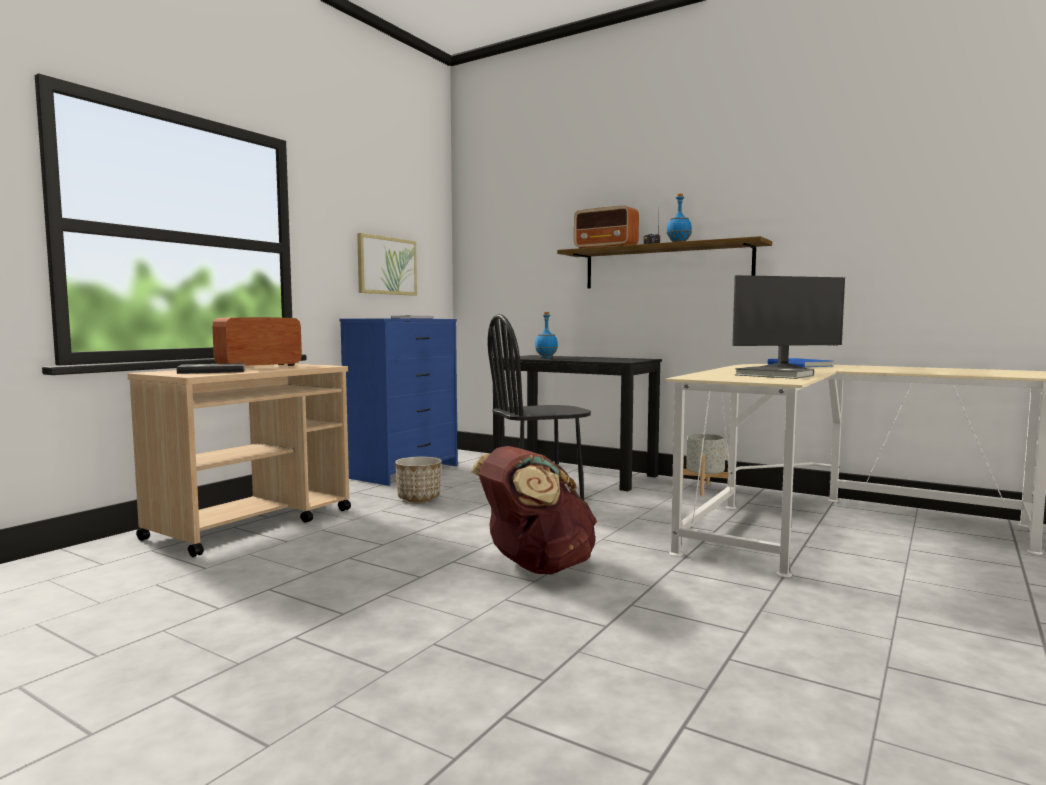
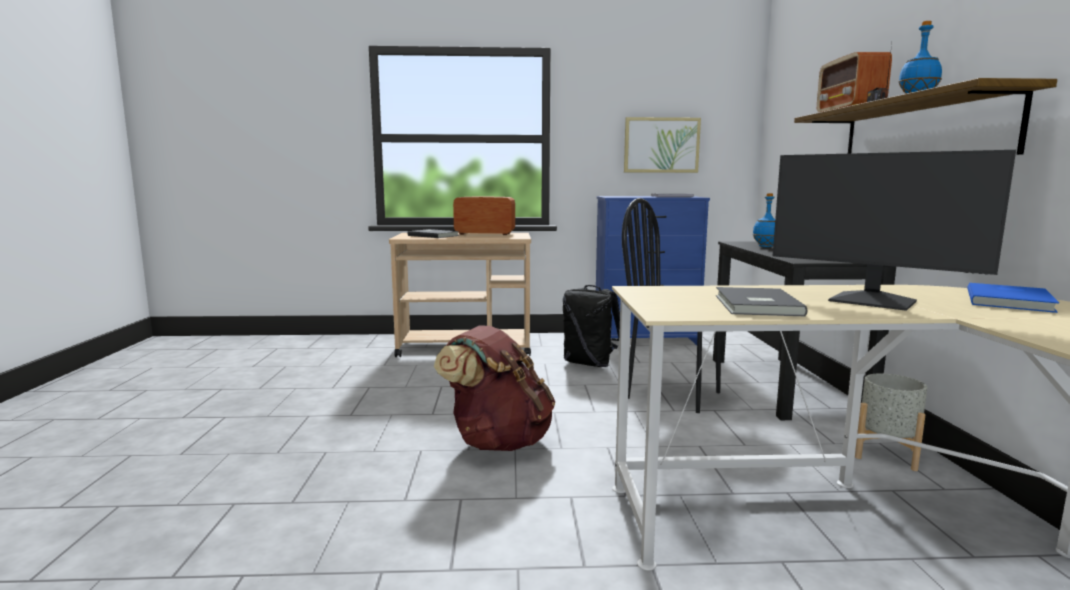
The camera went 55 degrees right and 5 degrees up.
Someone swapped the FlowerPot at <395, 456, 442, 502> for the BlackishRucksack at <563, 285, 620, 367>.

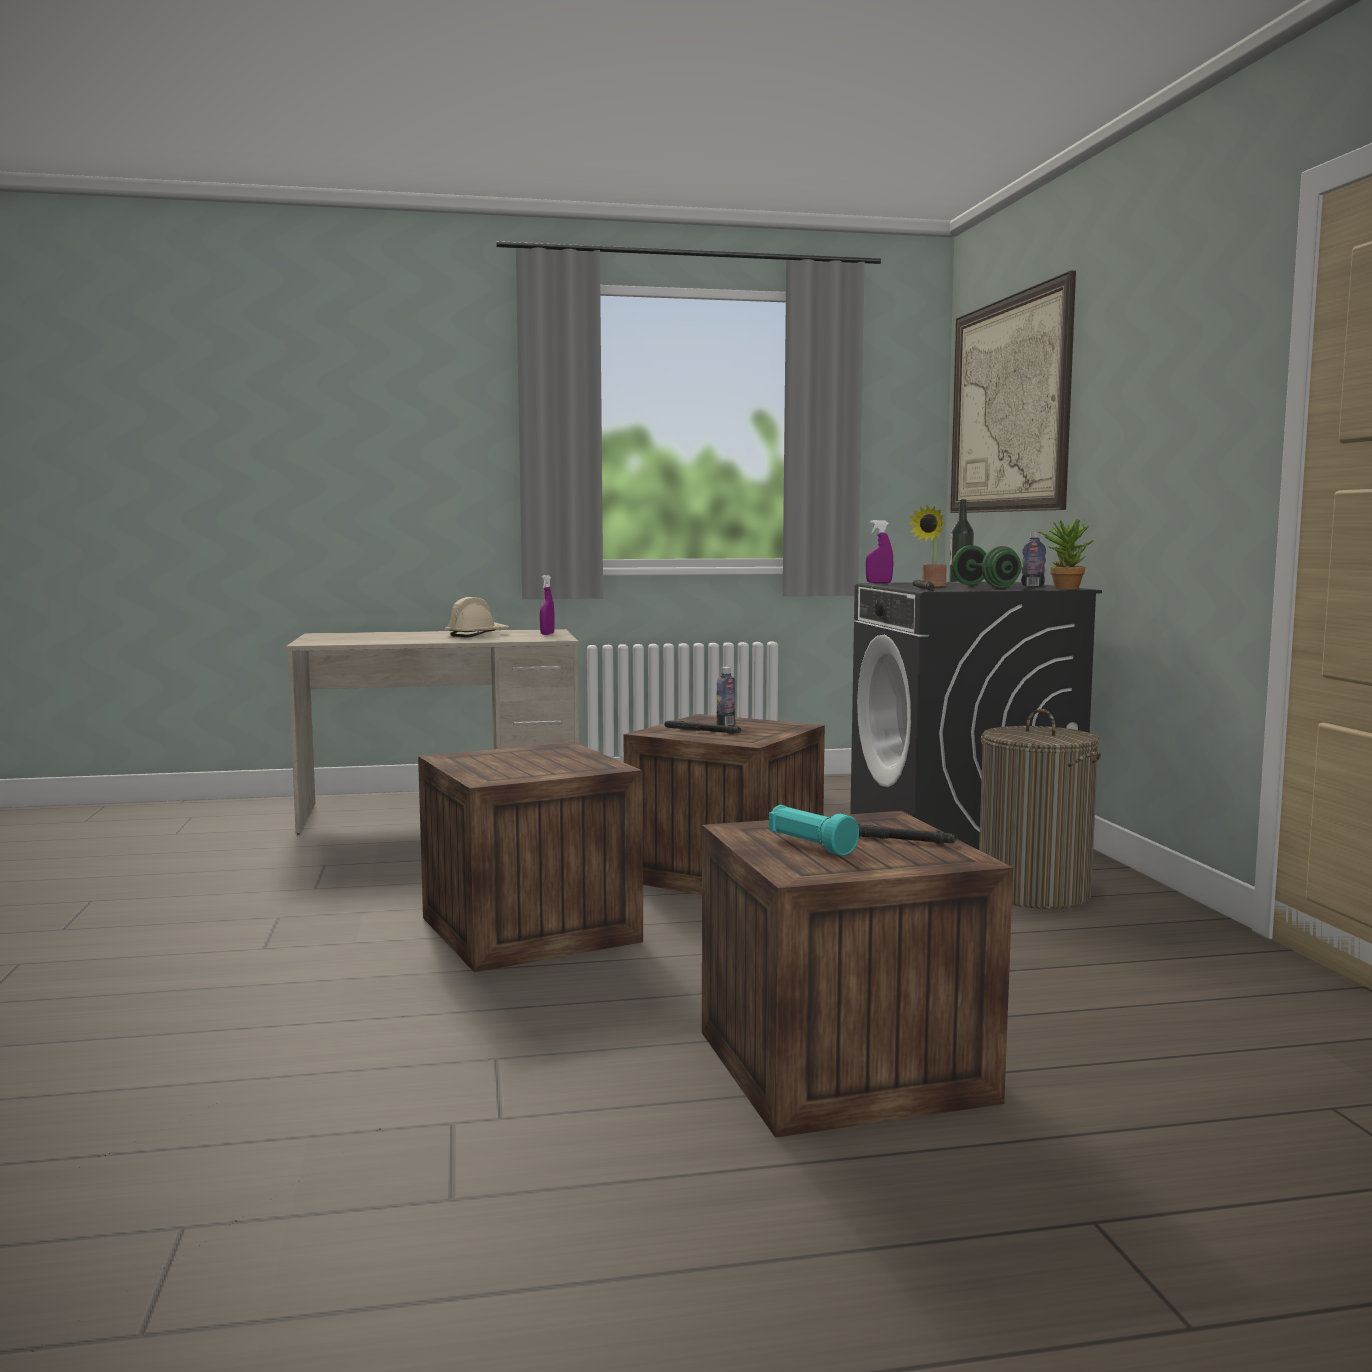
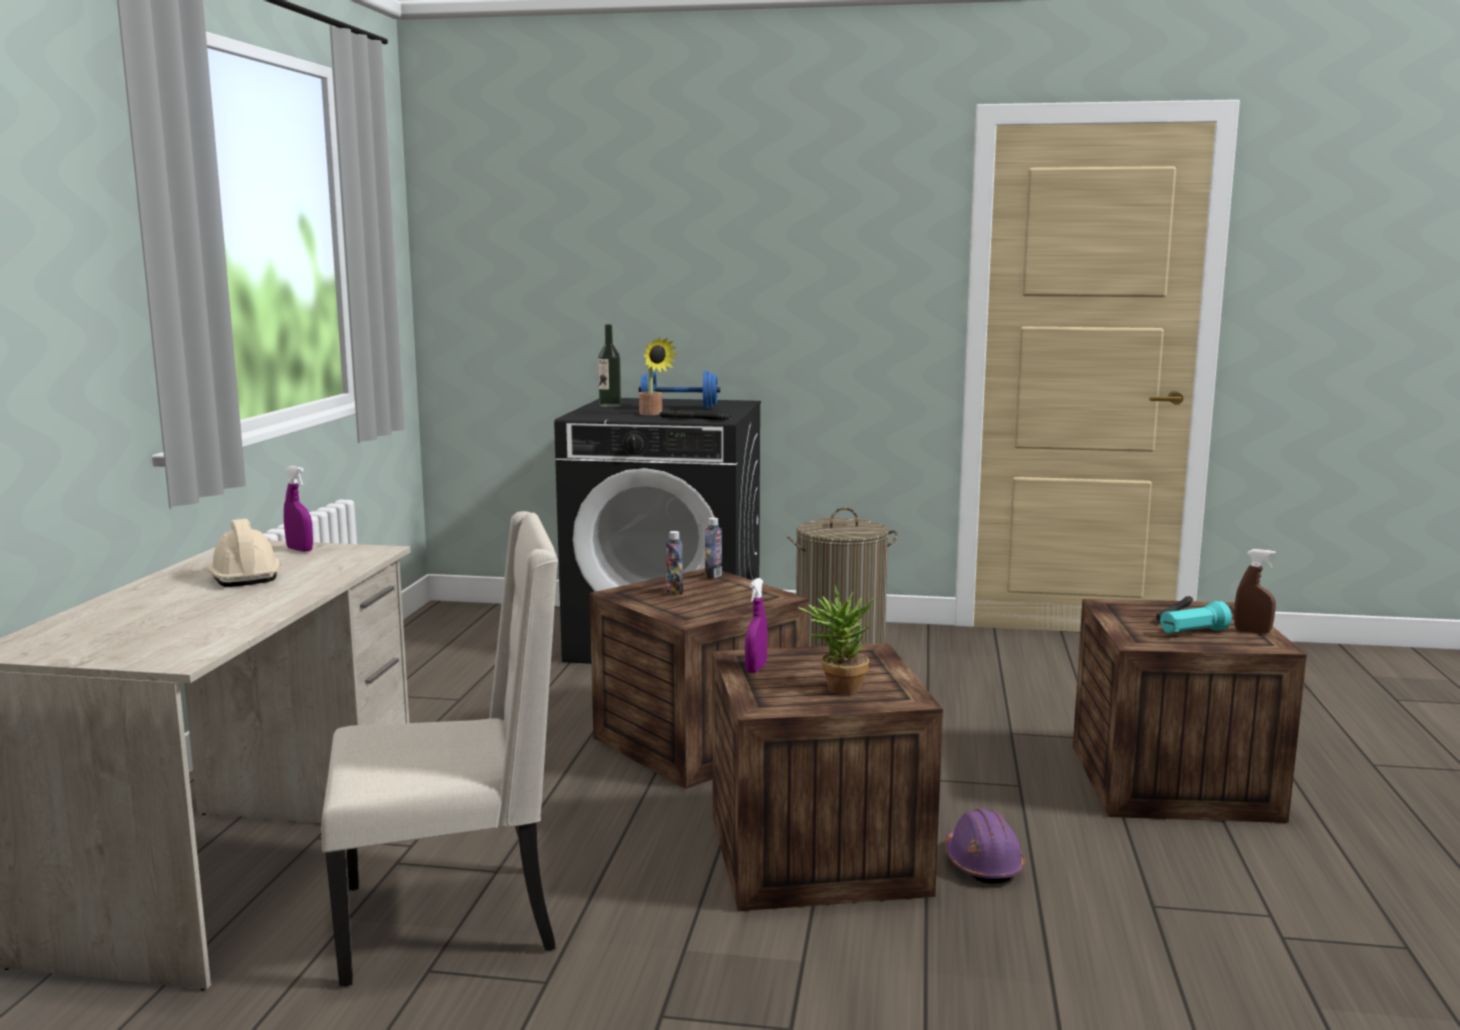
The camera went 70 degrees left and 5 degrees up.
Someone took away the Picture at <950, 271, 1076, 513>.
Someone carried the PottedPlant from <1037, 518, 1095, 589> to <798, 585, 874, 695>.
Someone carried the PurpleHandSprayer from <865, 520, 894, 583> to <745, 578, 767, 673>.
Someone carried the BeverageBottle from <1021, 532, 1046, 587> to <705, 517, 722, 579>.
Someone repainted the GreenFreeWeight at <952, 545, 1021, 588>, which became the BlueColouredFreeWeight at <639, 371, 720, 409>.
Someone took away the BlackishFlashlight at <664, 720, 742, 734>.
Someone put down the BeigeUprightChair at <321, 511, 558, 987>.
Someone put down the BrownHandSprayer at <1234, 549, 1276, 634>.
Someone put down the PurpleSafetyHelmet at <945, 808, 1025, 884>.

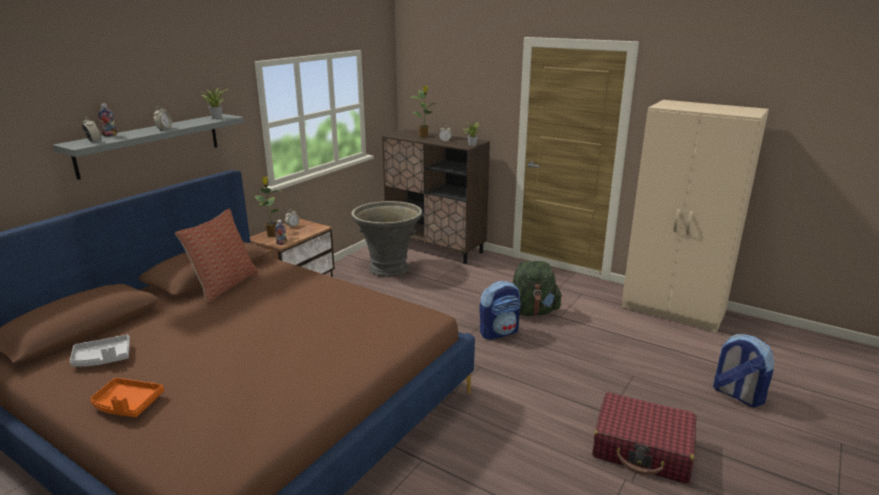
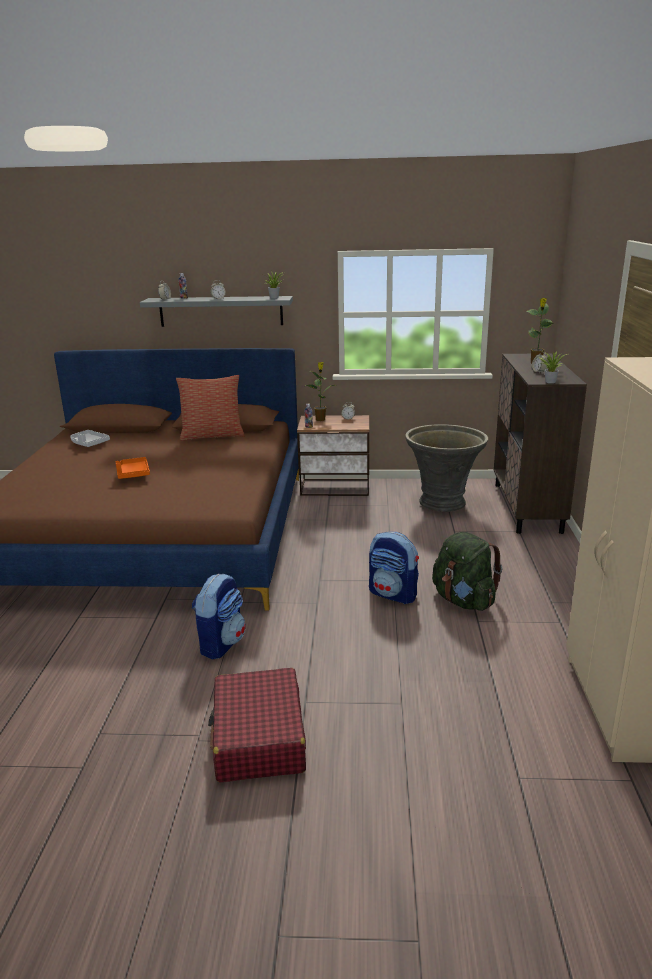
The camera went 60 degrees right and 0 degrees up.
Someone carried the Rucksack from <713, 334, 774, 407> to <192, 574, 246, 660>.
Someone carried the OrangeCarryingTray from <90, 378, 164, 417> to <115, 457, 150, 479>.

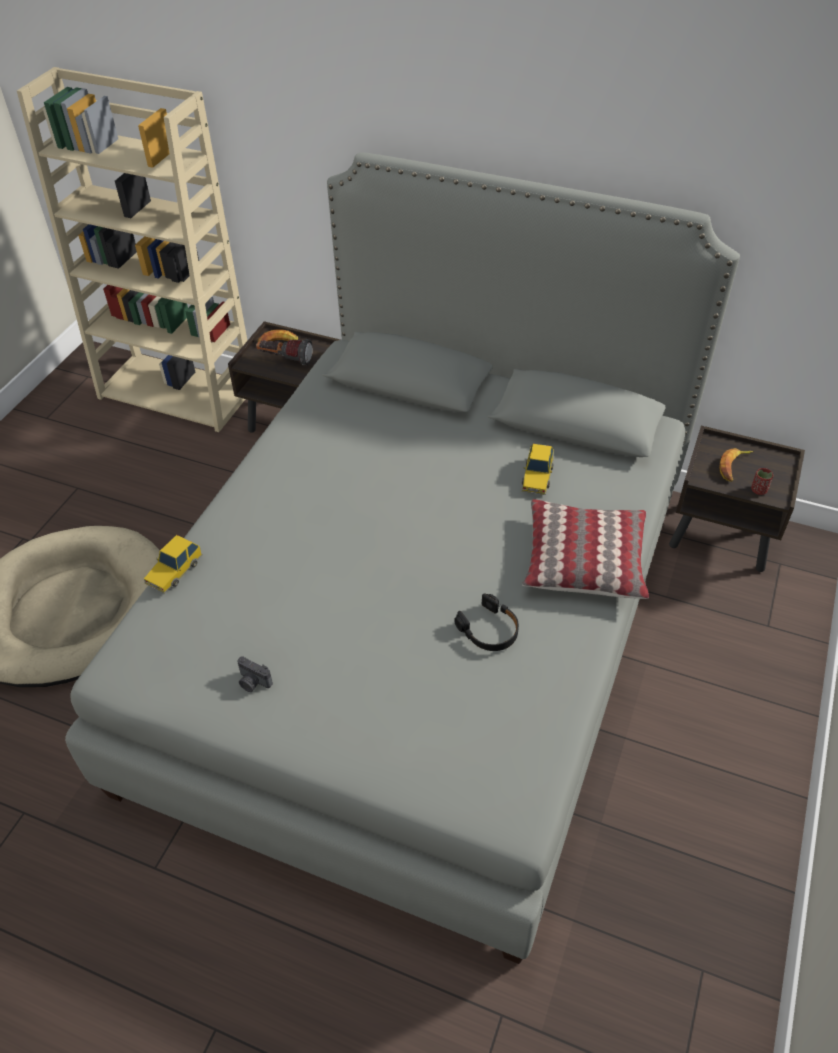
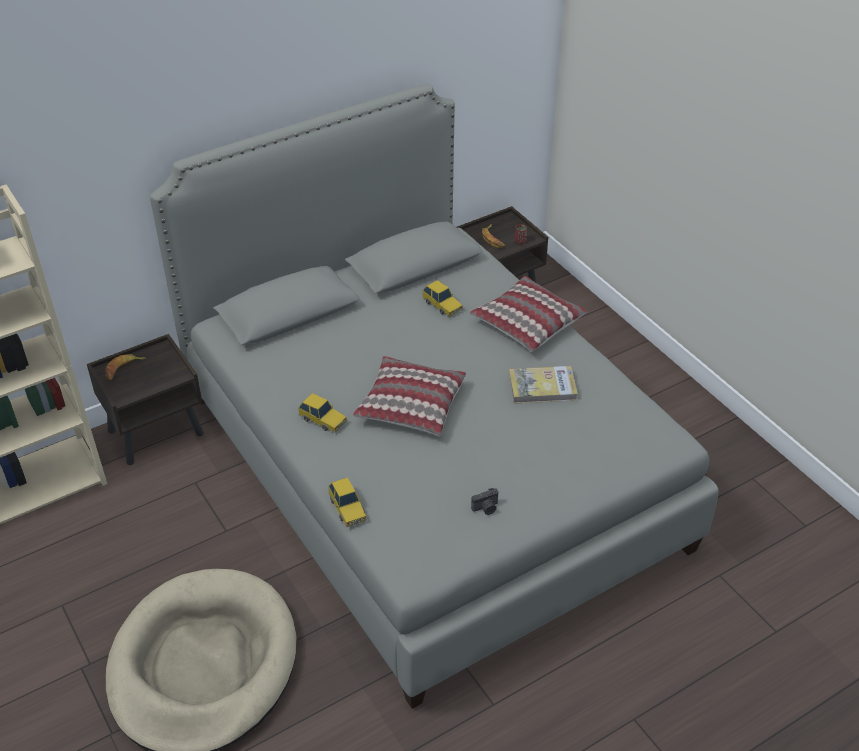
The camera went 55 degrees left and 5 degrees down.
Someone took away the Flashlight at <256, 339, 313, 366>.
Someone swapped the BlackishHeadset at <454, 593, 519, 651> for the Volume at <509, 366, 578, 404>.
Someone put down the Pillow at <353, 356, 466, 436>.
Someone put down the ToyCar at <298, 393, 347, 433>.

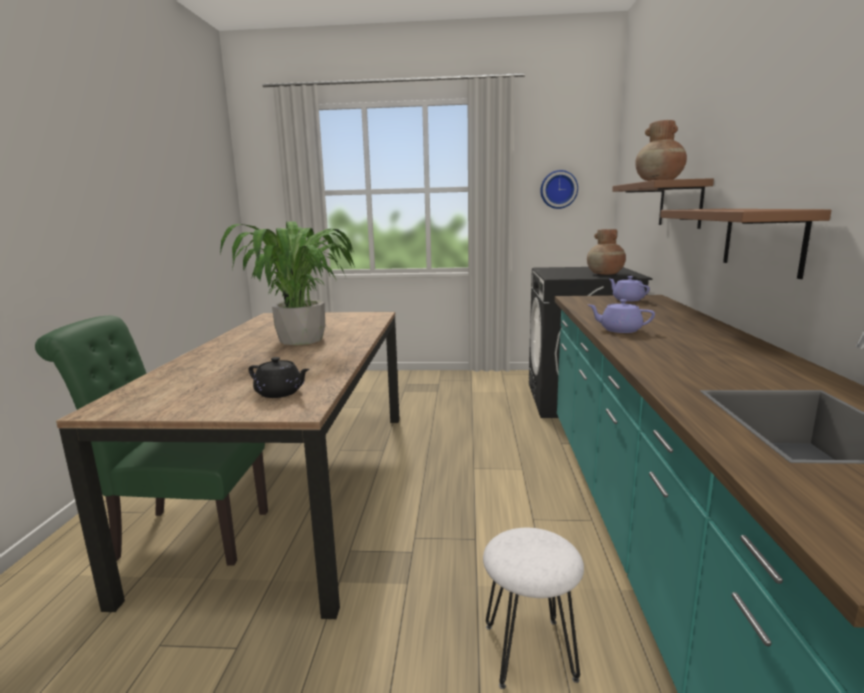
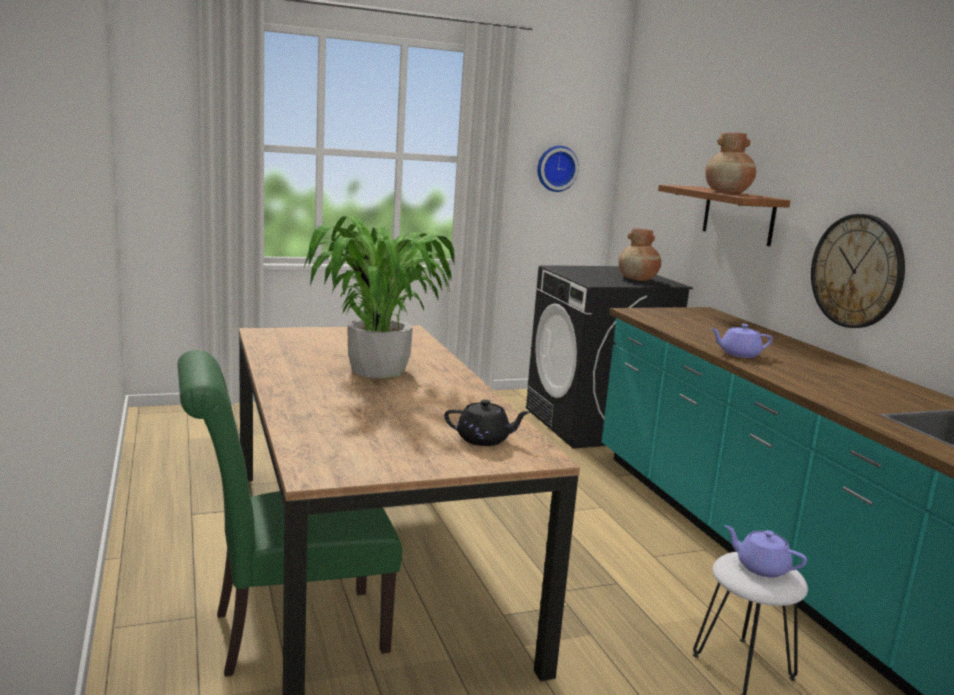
The camera went 25 degrees left and 0 degrees up.
Someone swapped the BrownShelf at <660, 209, 831, 279> for the ClockOnTheWall at <811, 214, 905, 328>.
Someone carried the PurpleTeapot from <609, 276, 650, 301> to <724, 525, 807, 578>.

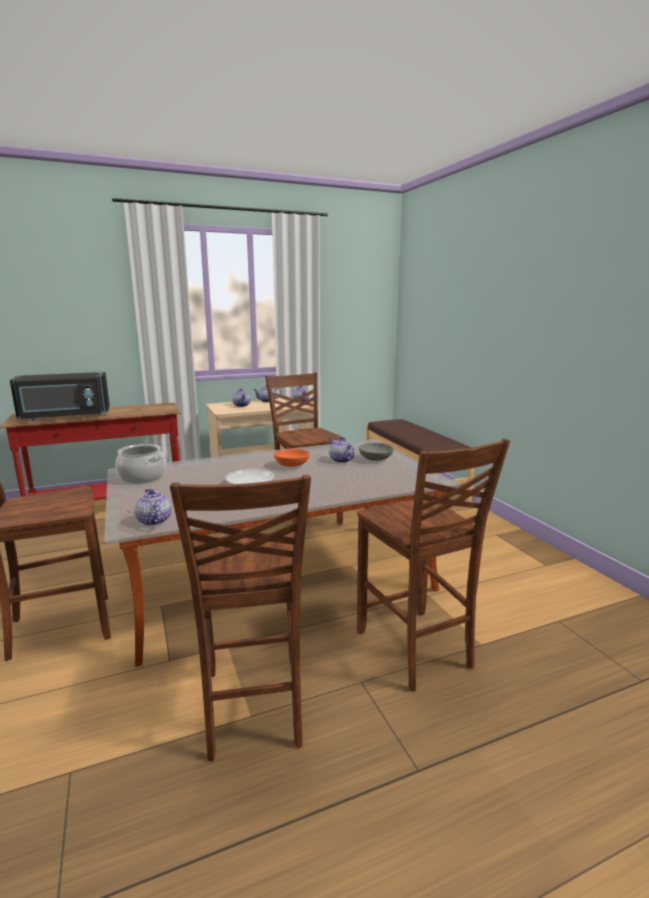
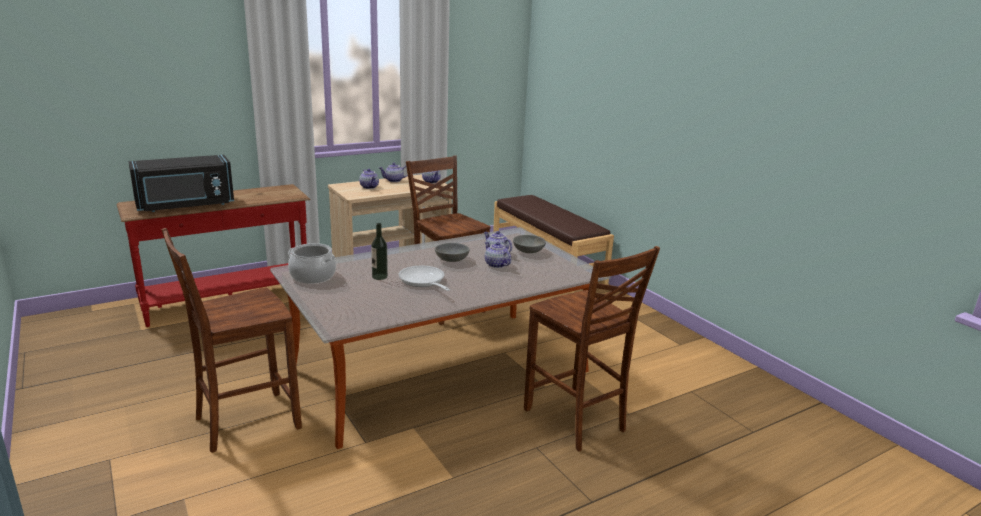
The camera went 10 degrees left and 5 degrees up.
Someone repainted the OrangeBowl at <274, 448, 309, 467>, which became the GreyishBowl at <435, 243, 469, 262>.
Someone took away the BrownUprightChair at <170, 475, 311, 762>.
Someone carried the Teapot from <135, 488, 171, 526> to <485, 242, 511, 268>.
Someone put down the BeverageBottle at <371, 223, 388, 280>.

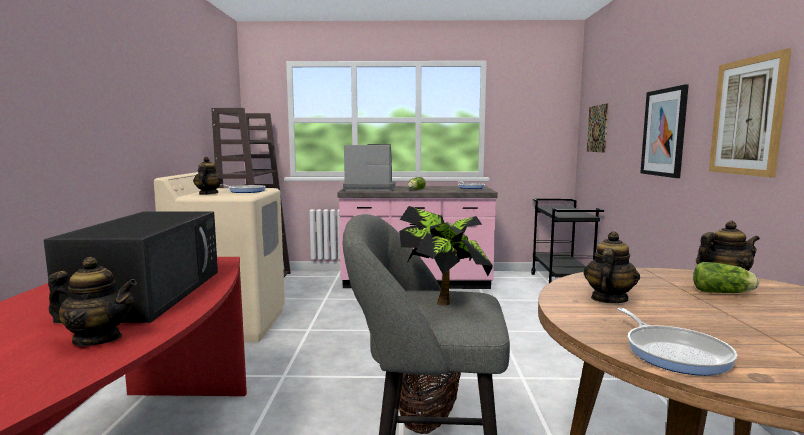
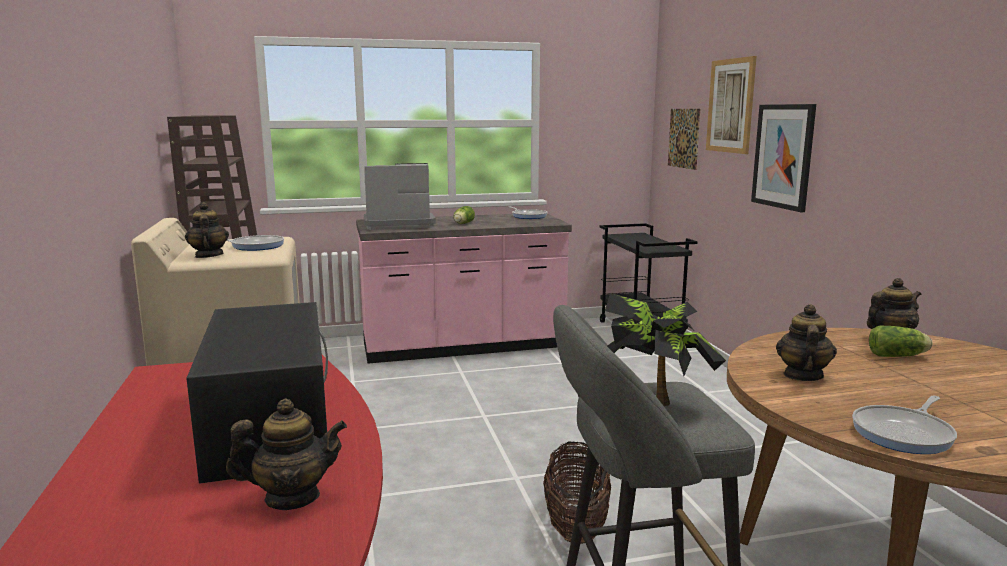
The camera went 15 degrees left and 5 degrees up.
Someone carried the Picture from <709, 49, 791, 178> to <706, 56, 757, 154>.
Someone rotated the Skillet at <617, 308, 737, 376> by 75 degrees clockwise.

